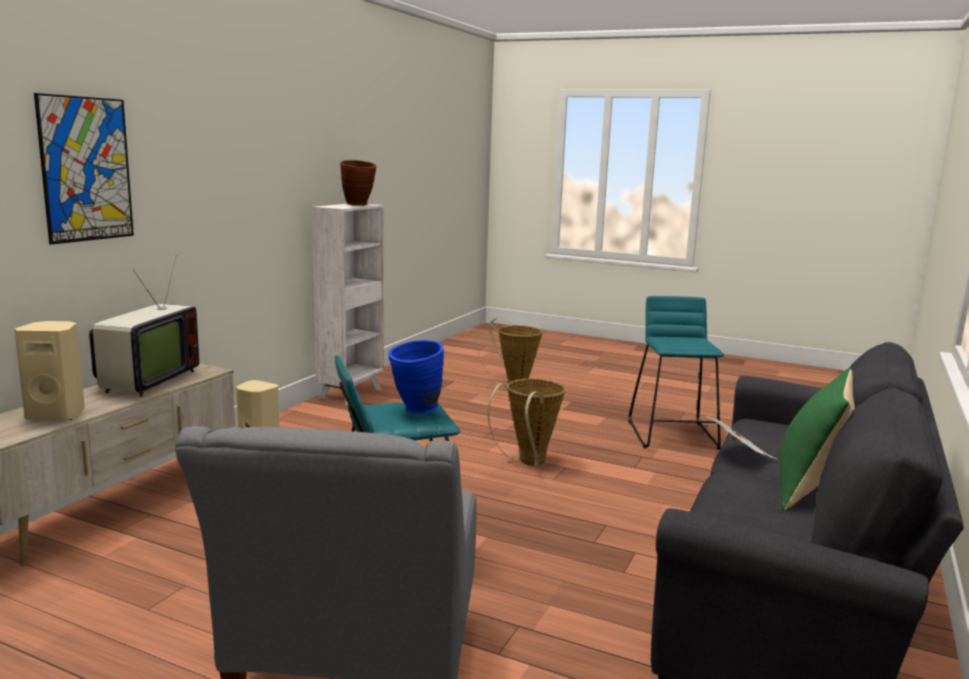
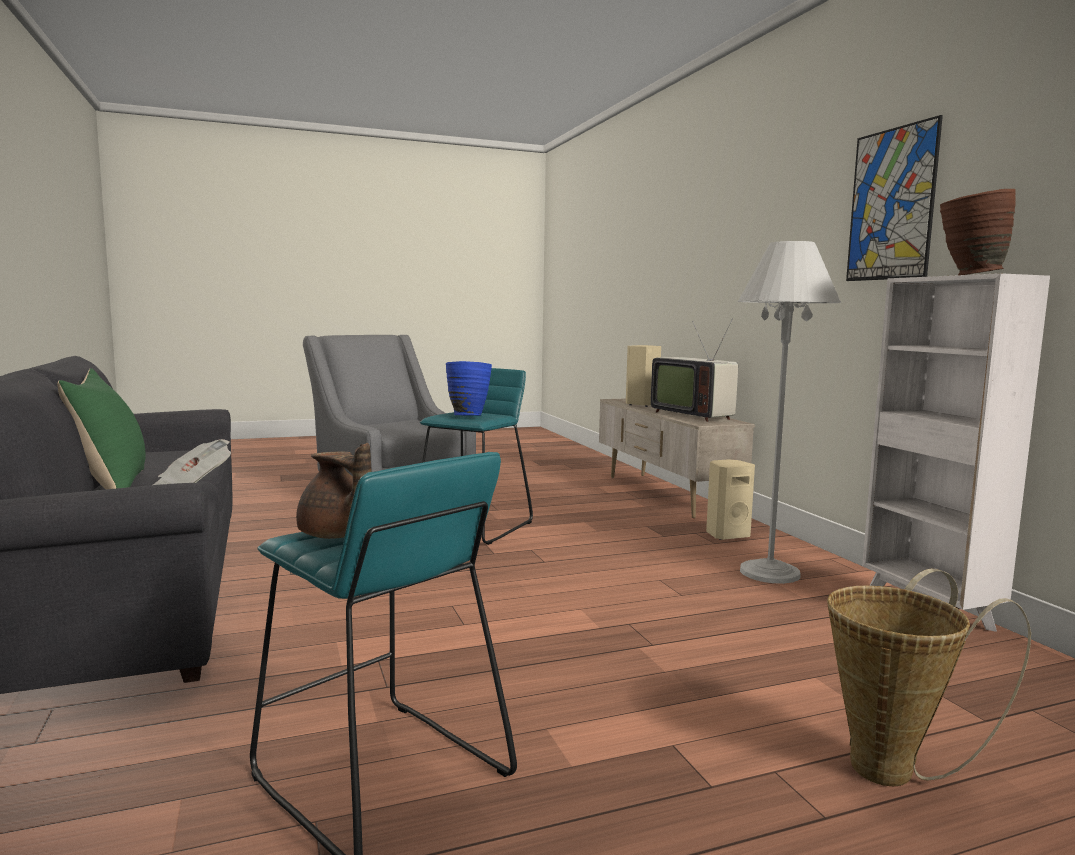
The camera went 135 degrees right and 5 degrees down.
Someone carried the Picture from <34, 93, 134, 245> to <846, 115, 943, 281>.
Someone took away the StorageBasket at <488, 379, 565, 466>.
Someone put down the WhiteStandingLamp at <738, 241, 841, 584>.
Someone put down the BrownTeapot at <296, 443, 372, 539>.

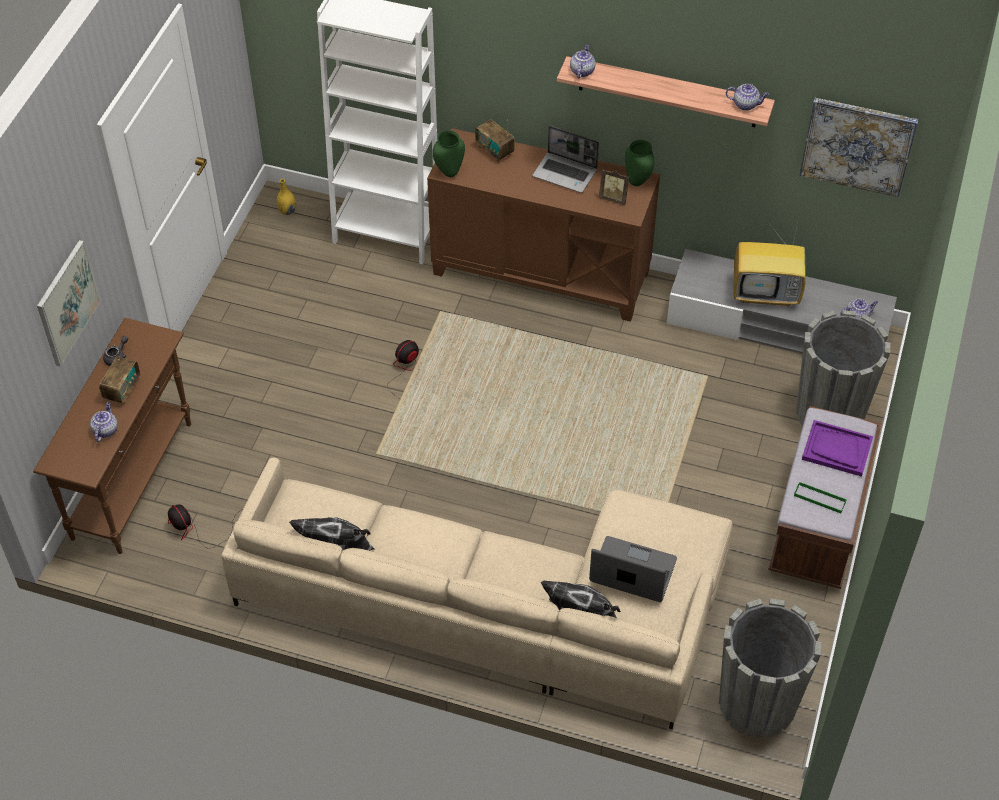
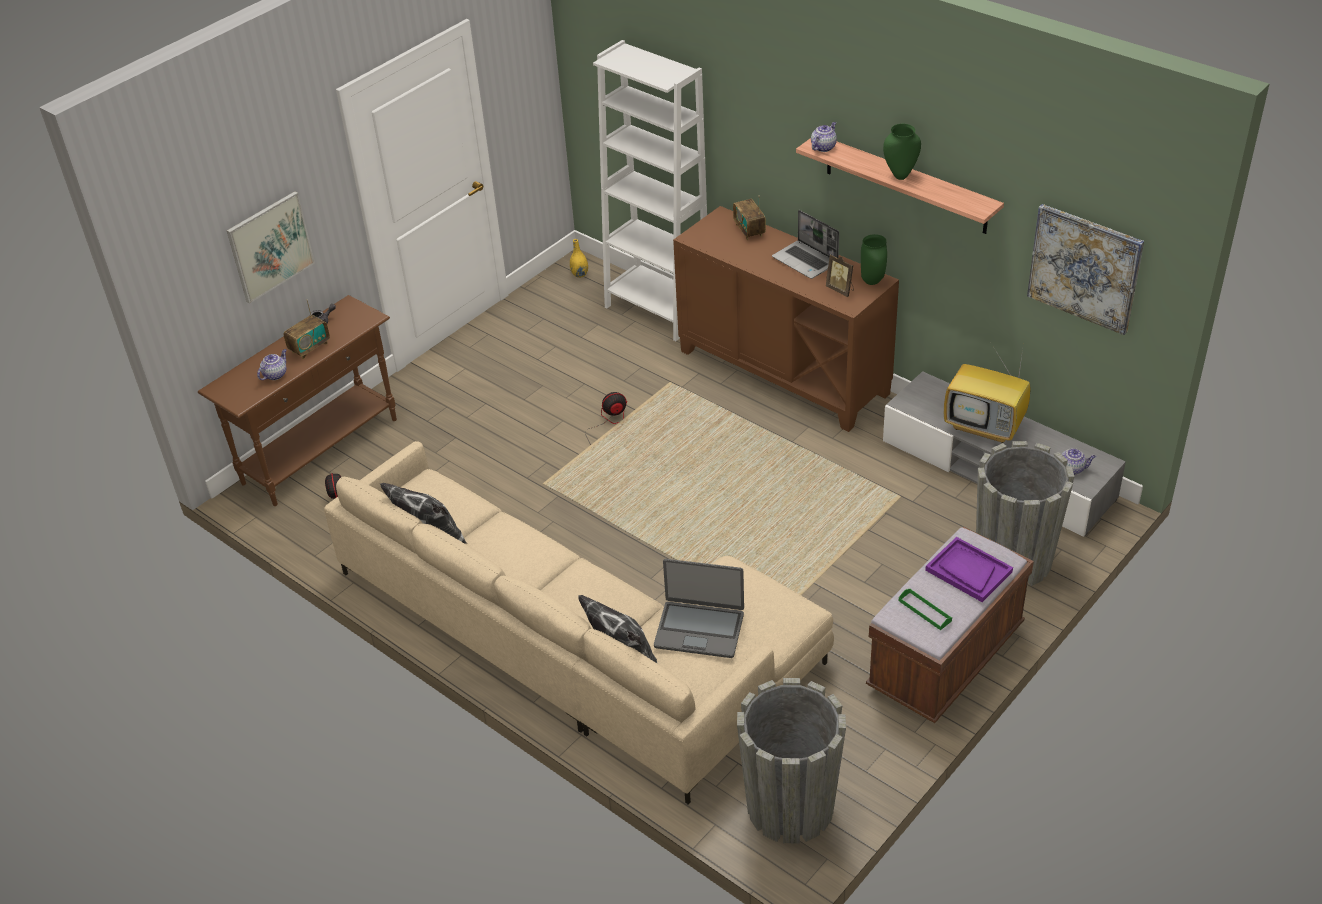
The camera went 25 degrees right and 10 degrees down.
Someone took away the Teapot at <726, 84, 769, 110>.
Someone carried the GreenDecorativeVase from <433, 130, 465, 177> to <883, 124, 921, 180>.
Someone rotated the NotebookComputer at <589, 536, 677, 602> by 150 degrees clockwise.

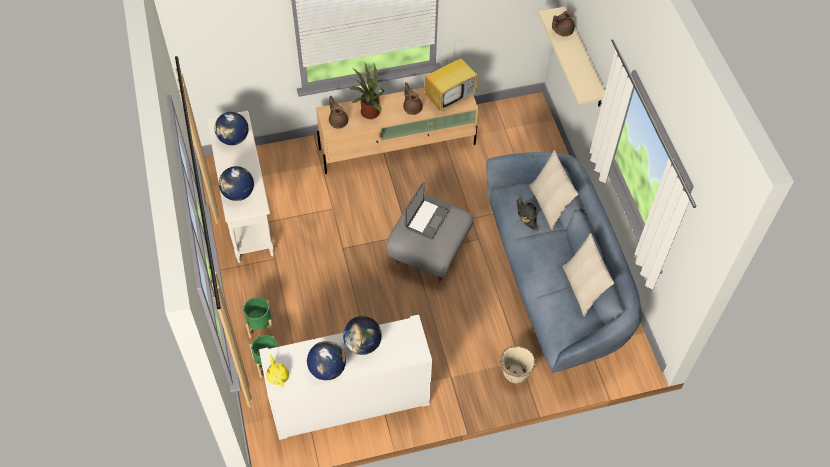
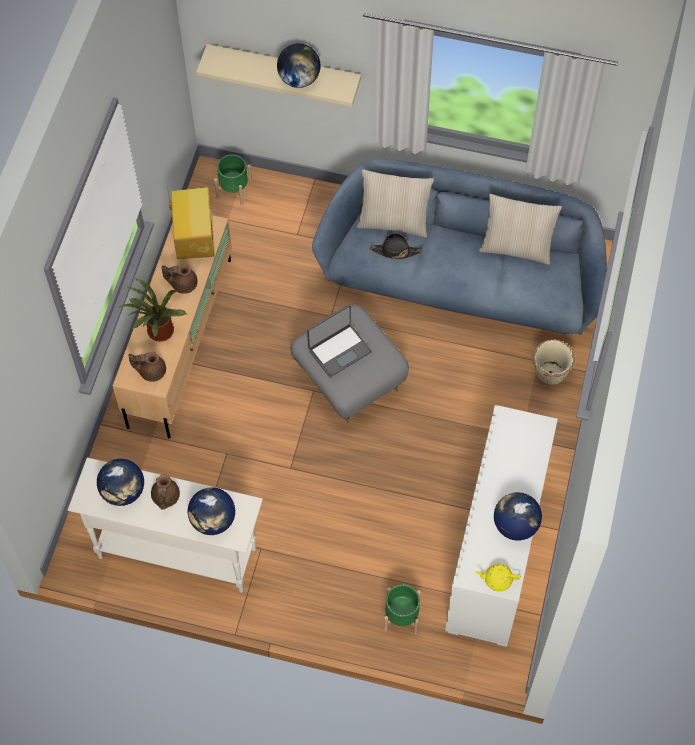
The camera went 60 degrees left and 5 degrees up.
Someone carried the BrownTeapot from <552, 11, 575, 36> to <151, 475, 180, 509>.
Someone rotated the NotebookComputer at <405, 182, 450, 240> by 90 degrees clockwise.
Someone carried the GreenFlowerPot from <243, 297, 274, 338> to <214, 154, 252, 205>.
Someone carried the WorldGlobe from <343, 316, 382, 355> to <277, 43, 321, 88>.

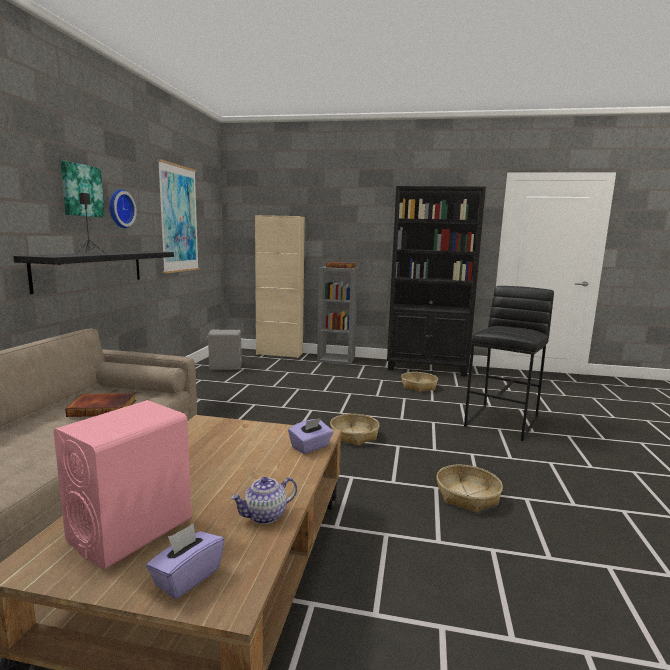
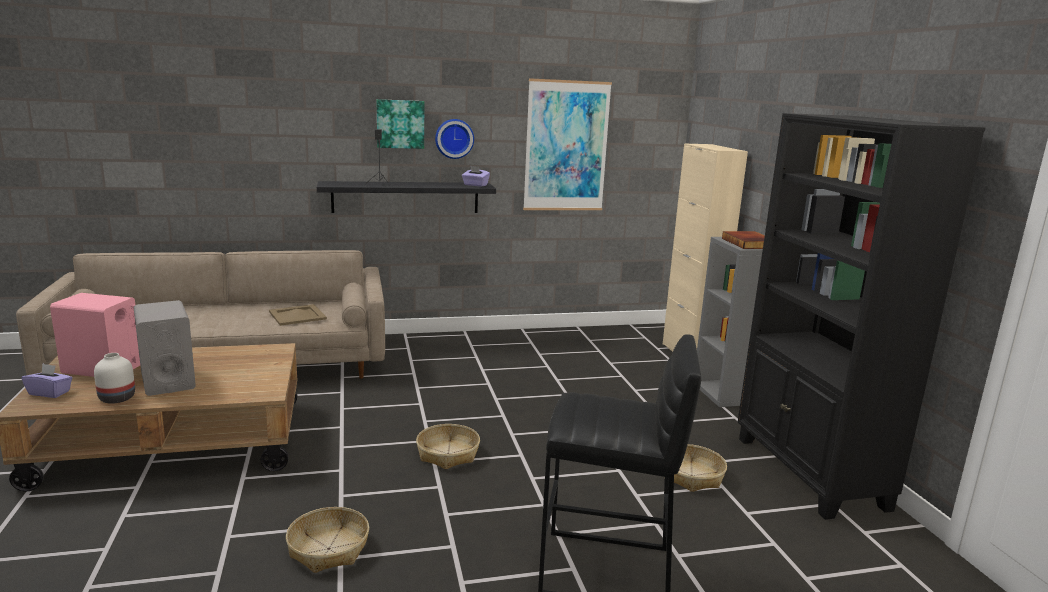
The camera went 65 degrees right and 5 degrees up.
Someone carried the GreyishSpeaker from <206, 330, 242, 370> to <134, 300, 196, 396>.
Someone swapped the Volume at <65, 393, 136, 417> for the BeigeCarryingTray at <269, 304, 327, 326>.
Someone carried the PurpleTissueHolder from <288, 418, 333, 454> to <462, 166, 490, 187>.
Someone swapped the Teapot at <230, 477, 297, 524> for the WhiteDecorativeVase at <94, 353, 135, 404>.

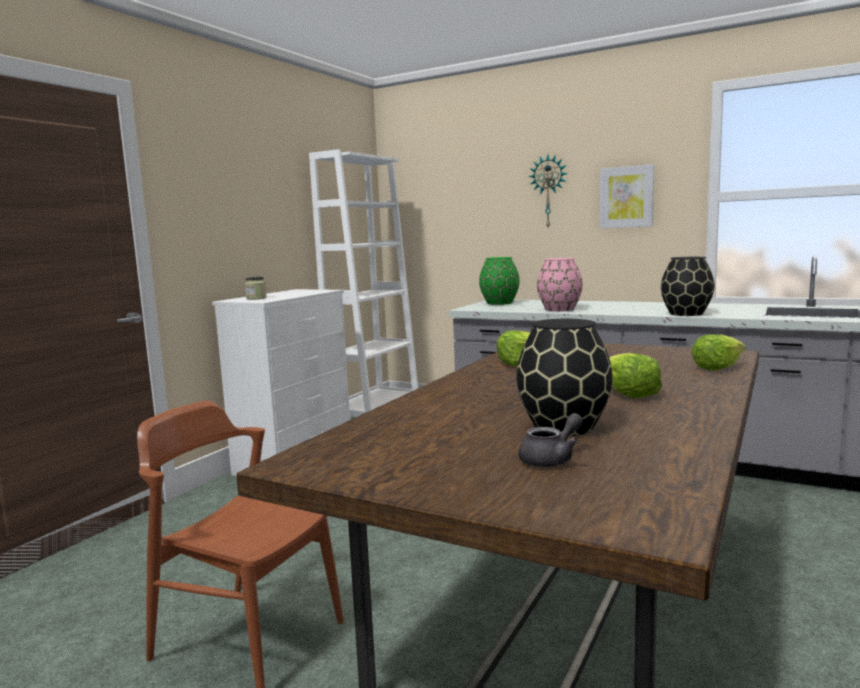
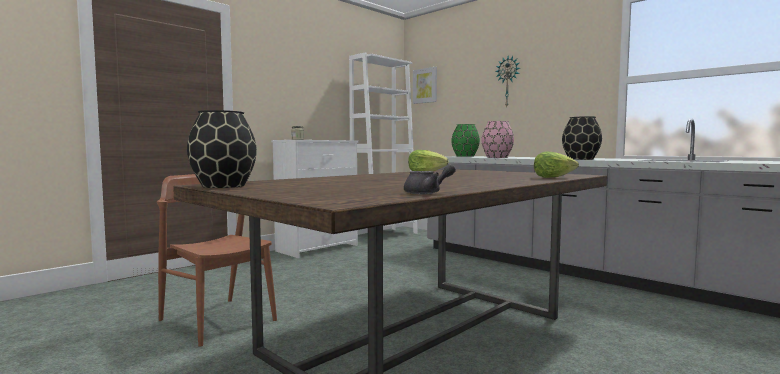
The camera went 15 degrees right and 5 degrees down.
Someone carried the Picture from <600, 164, 654, 228> to <413, 67, 437, 104>.
Someone carried the BlackishDecorativeVase from <516, 319, 613, 436> to <187, 110, 257, 188>.
Someone took away the LettuceHead at <609, 353, 662, 398>.
Someone carried the GreyishTeapot from <518, 413, 583, 467> to <404, 164, 456, 194>.

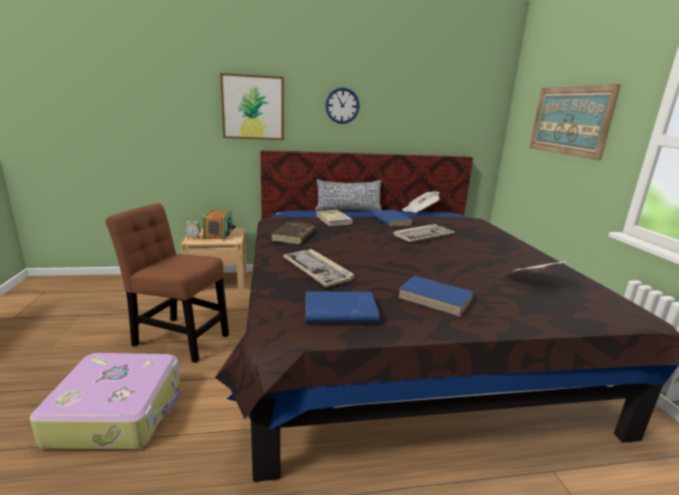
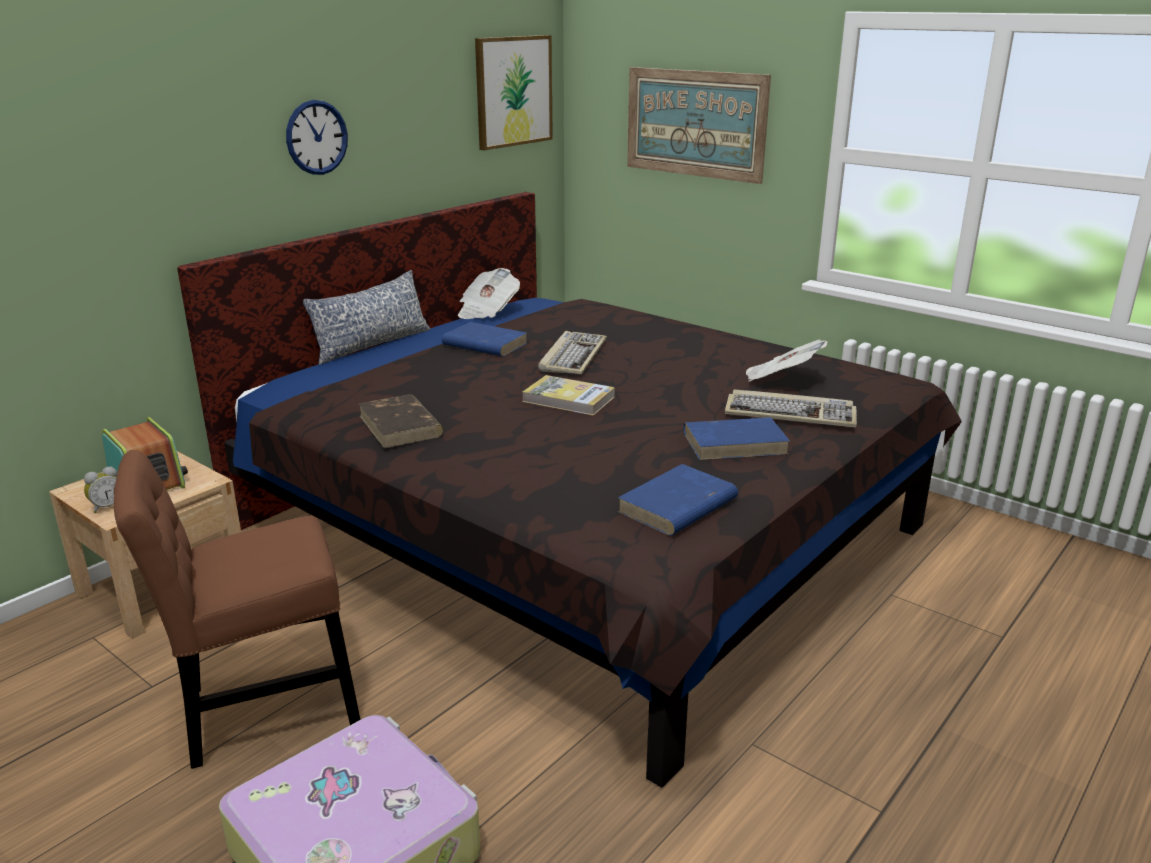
The camera went 40 degrees left and 5 degrees up.
Someone carried the Picture from <220, 73, 284, 140> to <475, 35, 553, 151>.
Someone carried the Volume from <316, 210, 353, 226> to <522, 375, 615, 416>.
Someone carried the ComputerKeyboard from <283, 249, 354, 287> to <725, 389, 857, 427>.

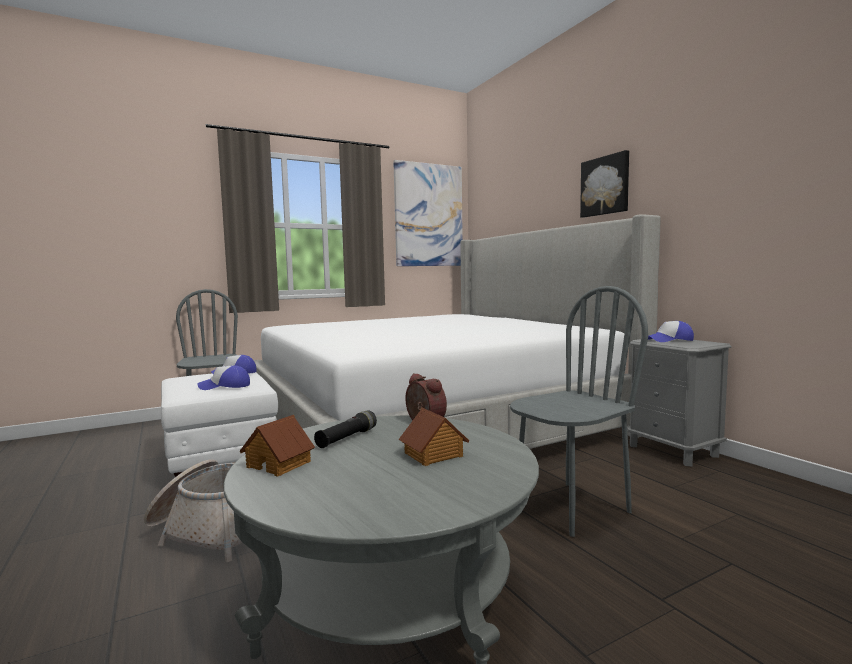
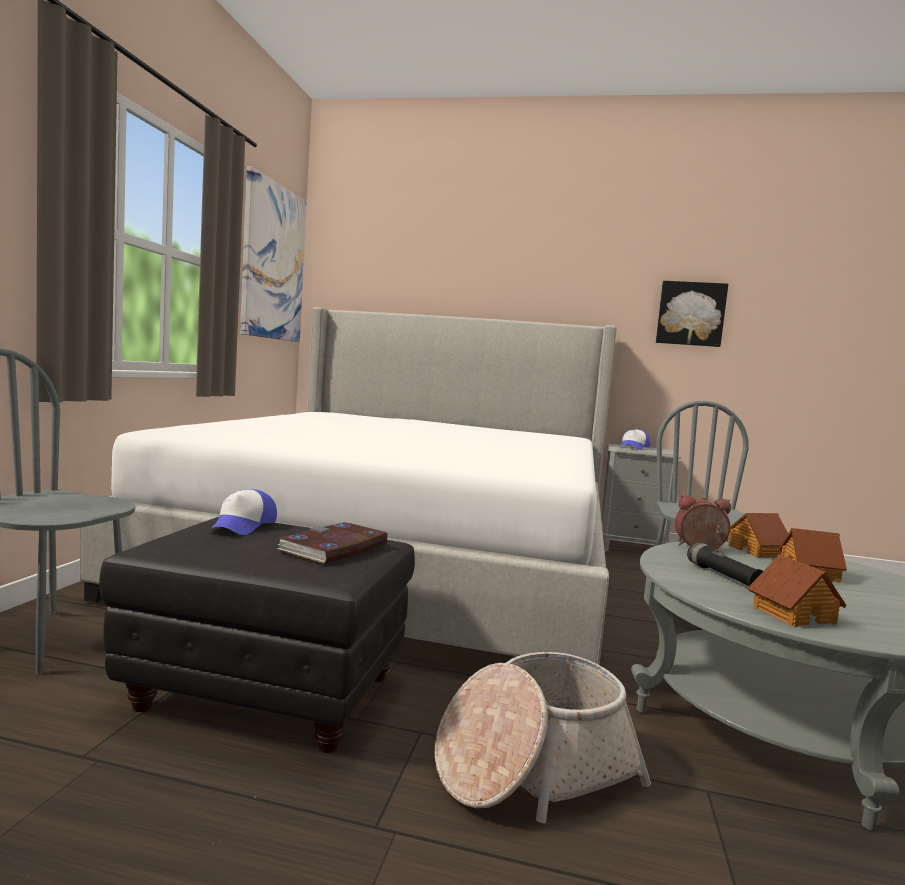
The camera went 50 degrees left and 0 degrees up.
Someone carried the Picture from <580, 150, 629, 218> to <656, 281, 728, 347>.
Someone swapped the Cap at <198, 365, 250, 390> for the Volume at <277, 522, 387, 564>.
Someone repainted the WhiteOttoman at <161, 372, 278, 476>, which became the BlackishOttoman at <99, 517, 415, 753>.
Someone put down the ToyHouse at <728, 513, 788, 557>.

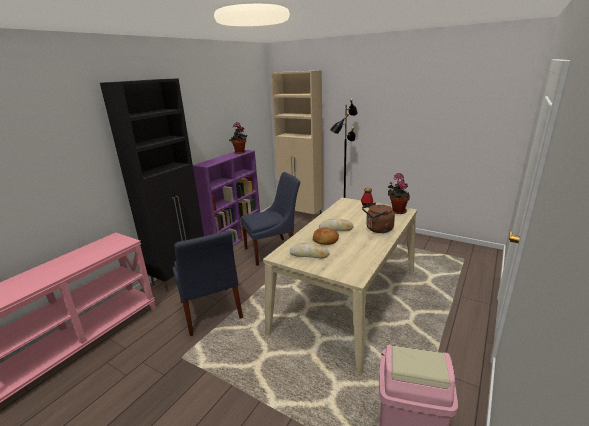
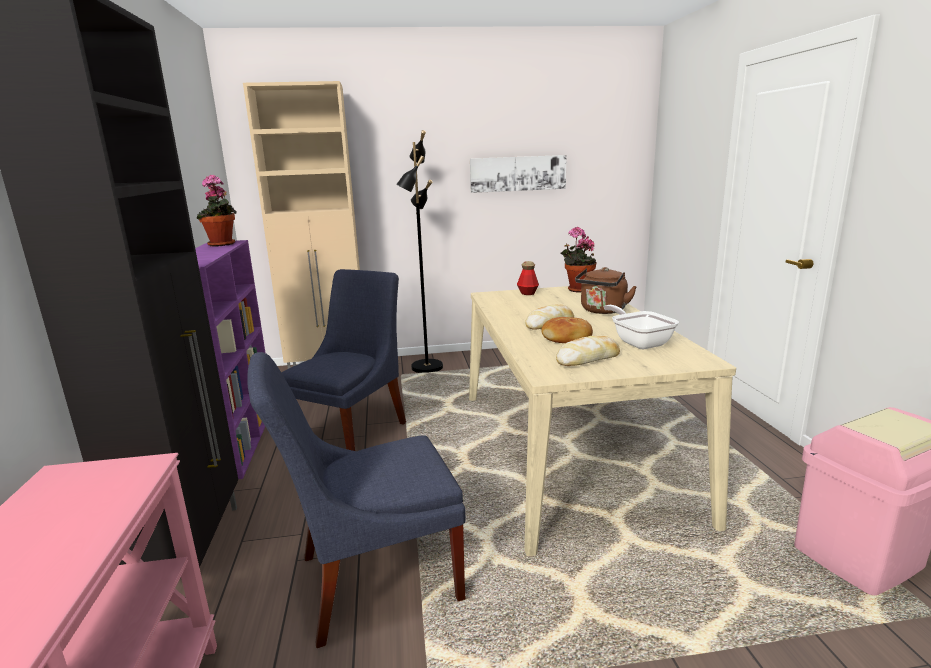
The camera went 40 degrees left and 5 degrees down.
Someone rotated the BlueColouredUprightChair at <173, 230, 243, 336> by 135 degrees clockwise.
Someone put up the Picture at <470, 155, 567, 193>.
Someone put down the Skillet at <603, 305, 679, 349>.

